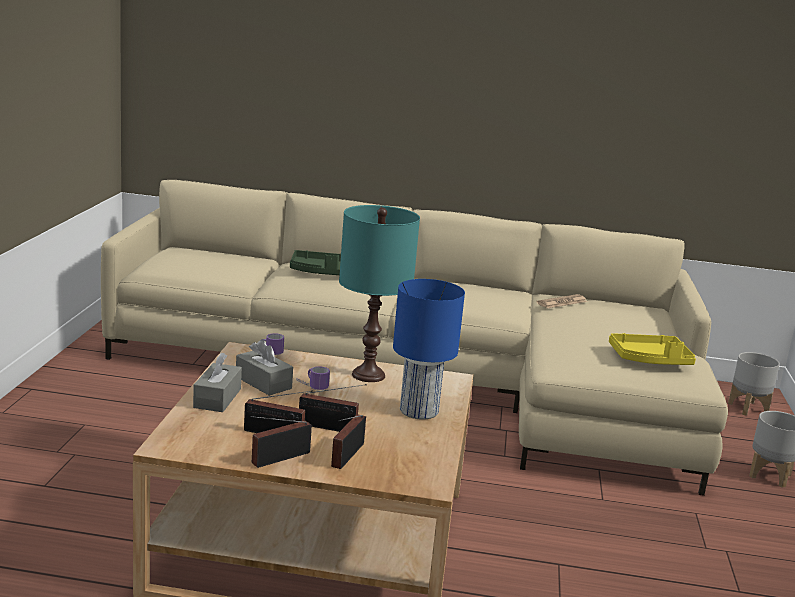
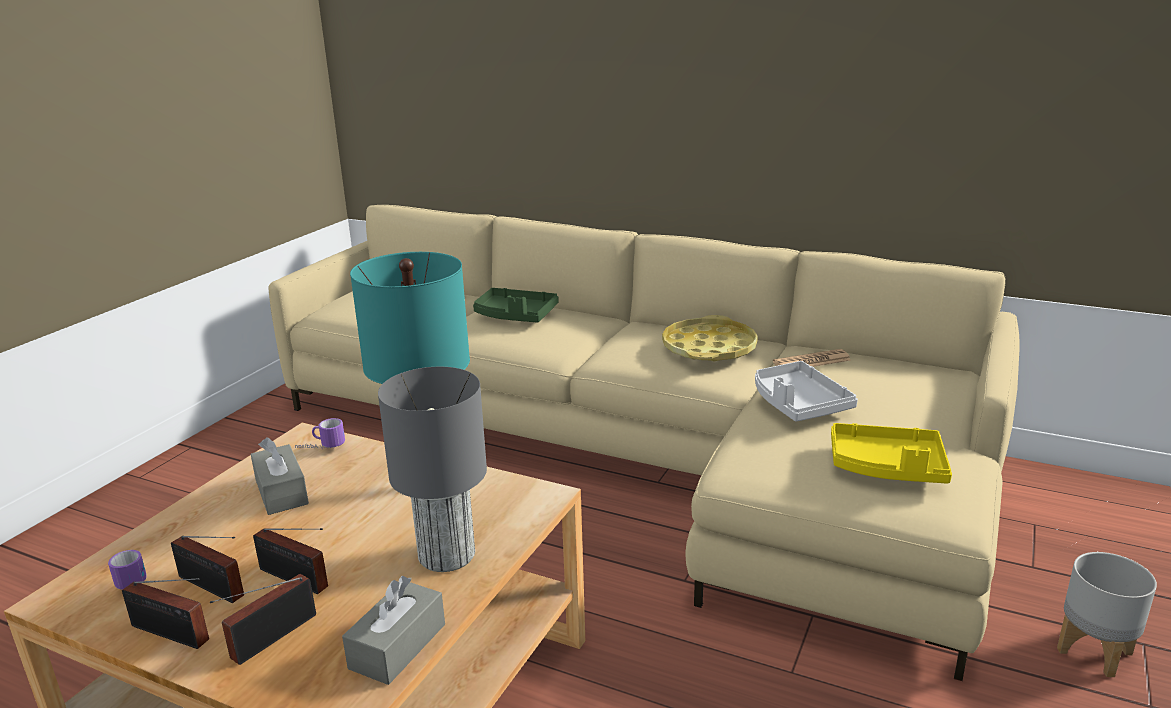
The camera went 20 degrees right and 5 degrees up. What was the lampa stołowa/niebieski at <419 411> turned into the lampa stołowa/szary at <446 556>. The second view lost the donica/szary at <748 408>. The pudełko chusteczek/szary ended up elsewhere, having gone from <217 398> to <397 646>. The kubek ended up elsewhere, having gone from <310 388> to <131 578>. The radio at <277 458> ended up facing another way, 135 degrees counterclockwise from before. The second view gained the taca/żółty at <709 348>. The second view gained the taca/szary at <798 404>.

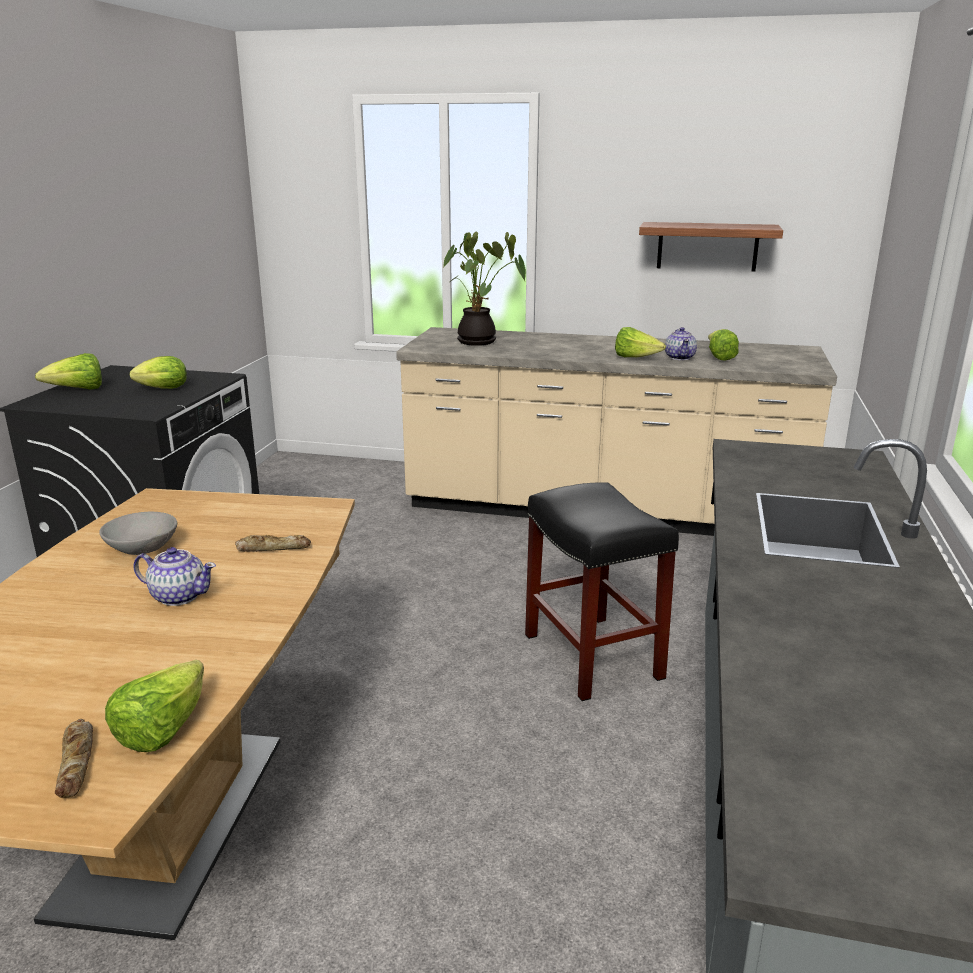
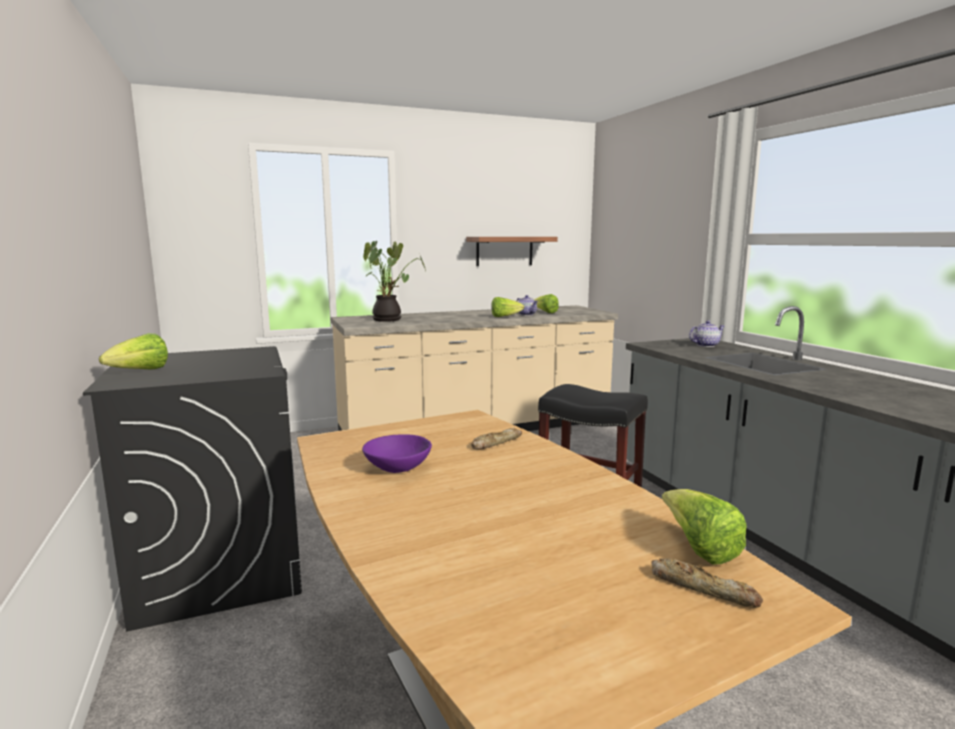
The camera went 35 degrees left and 10 degrees down. The second view lost the sałata at <160 389>. What was the miska/szary at <142 549> turned into the miska/fioletowy at <398 468>. The imbryk ended up elsewhere, having gone from <179 596> to <705 345>.

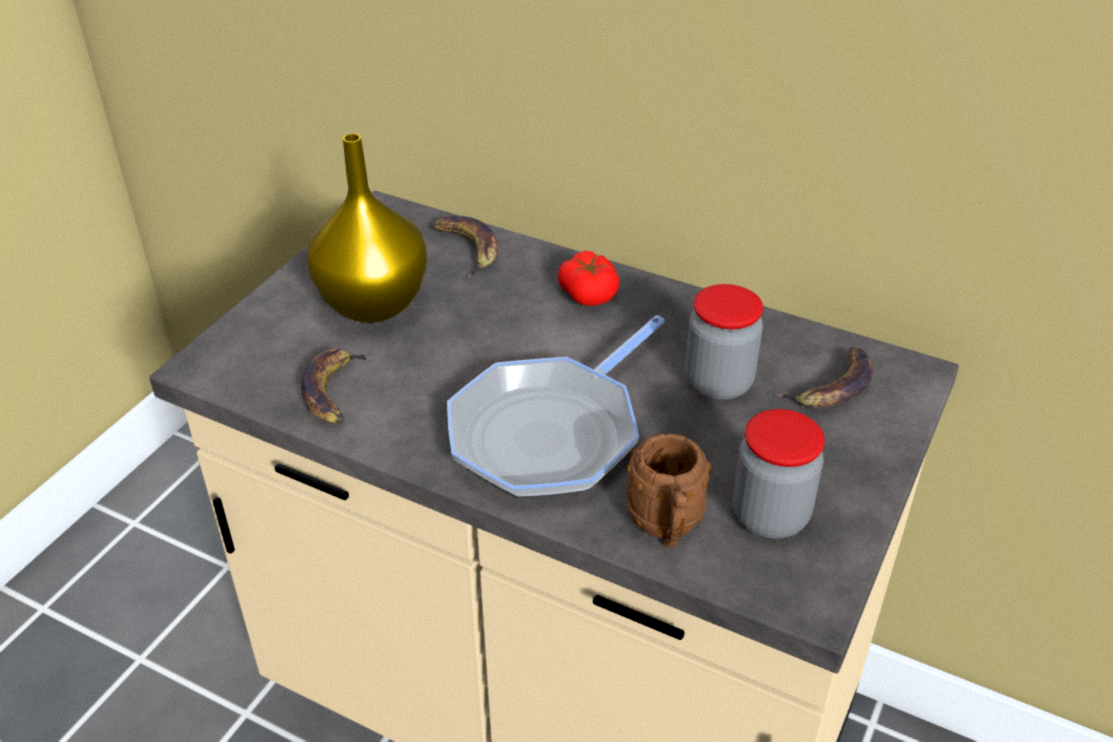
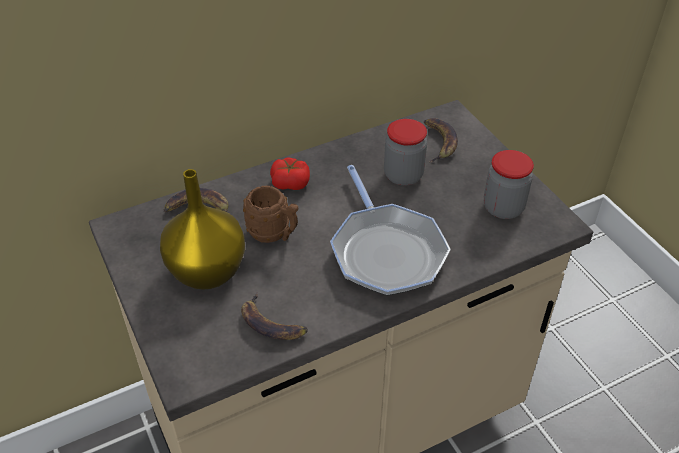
The camera went 55 degrees left and 5 degrees up. The kubek/brązowy ended up elsewhere, having gone from <666 527> to <274 234>.

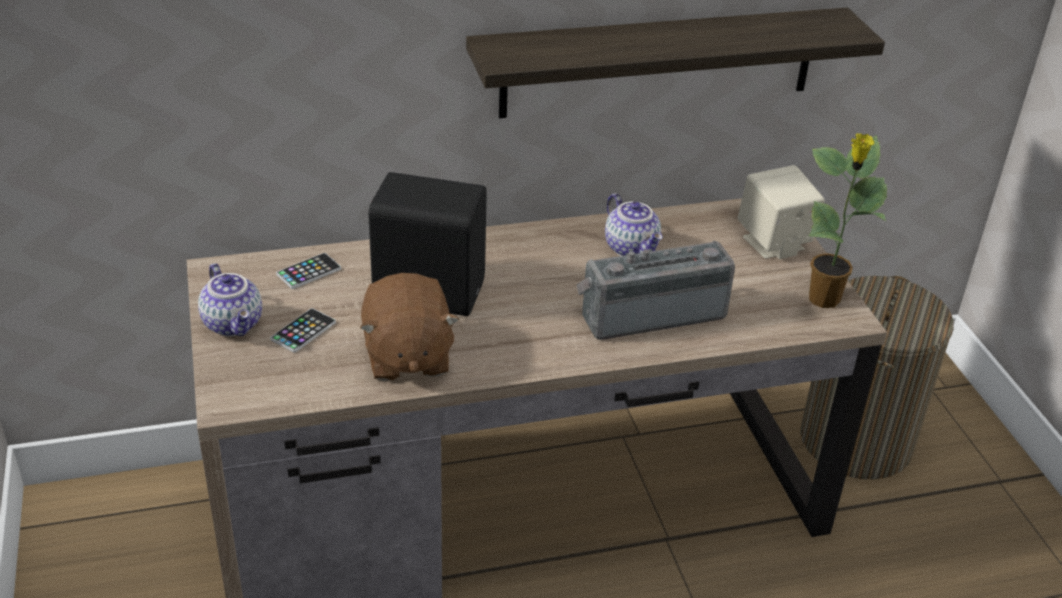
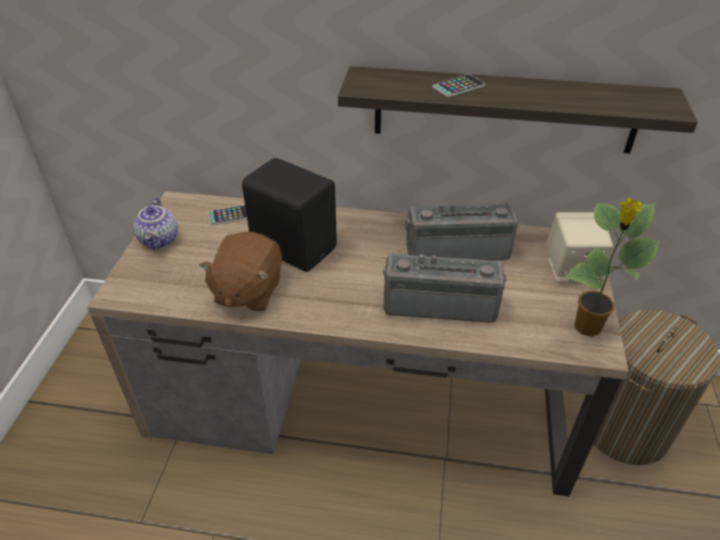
The camera went 25 degrees right and 5 degrees up. Where the imbryk stood at <632 248>, the radio came to stand at <456 249>. The telefon ended up elsewhere, having gone from <303 331> to <458 86>.

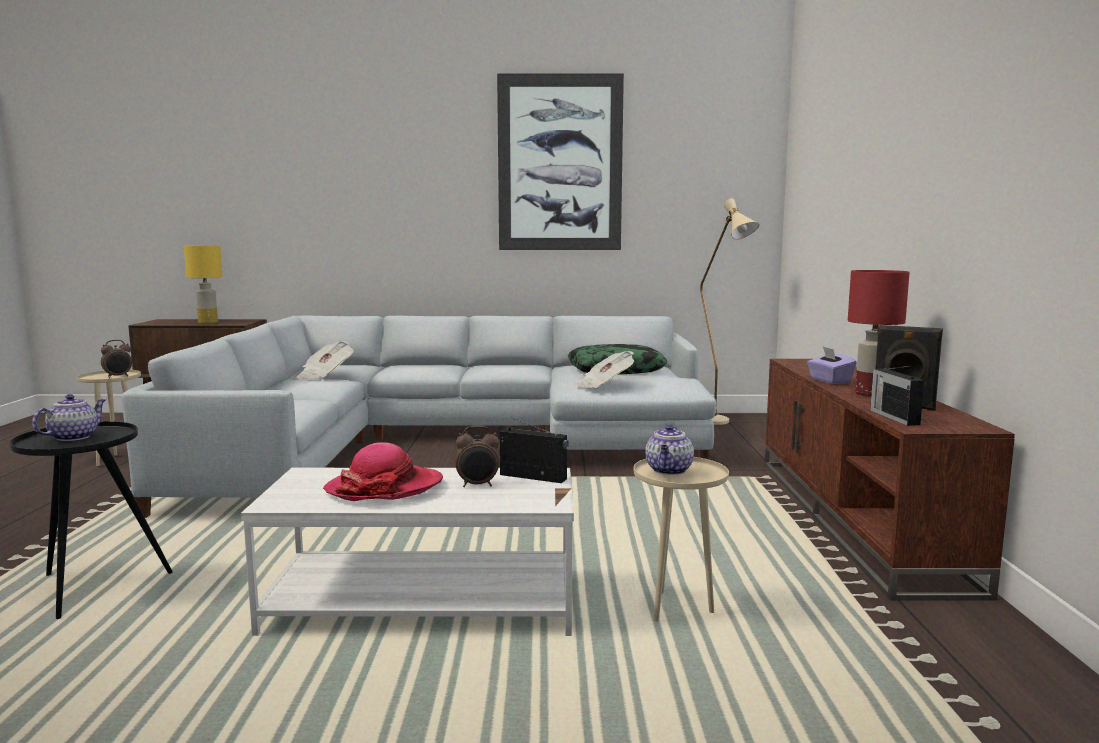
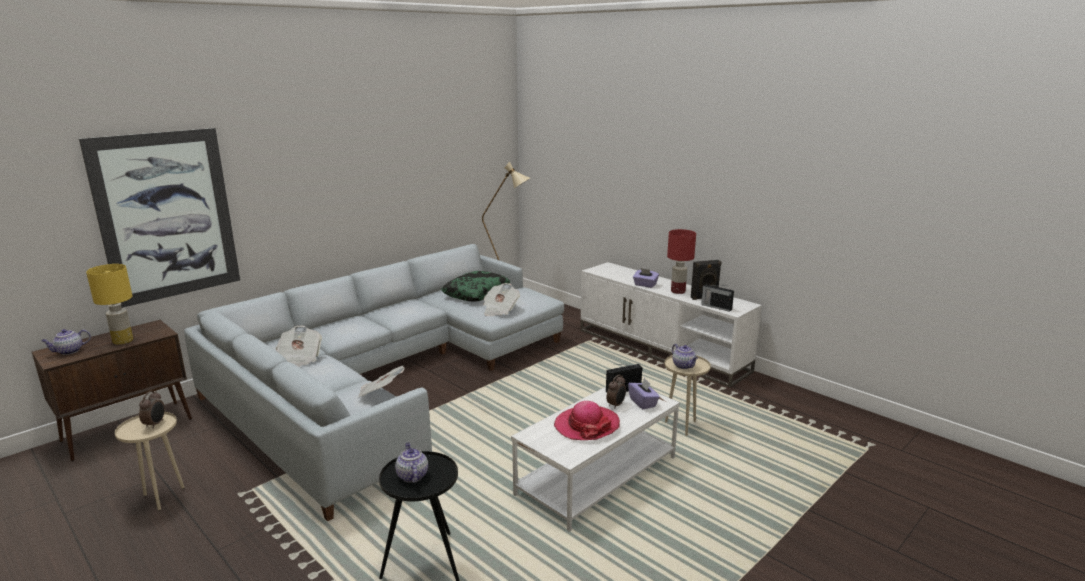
The camera went 45 degrees left and 10 degrees up. The obraz ended up elsewhere, having gone from <560 163> to <167 216>. What was the szafka pod telewizor/brązowy at <856 518> turned into the szafka pod telewizor/biały at <662 350>. The second view gained the imbryk at <69 351>. The second view gained the gazeta at <381 393>. The second view gained the pudełko chusteczek/fioletowy at <643 402>.

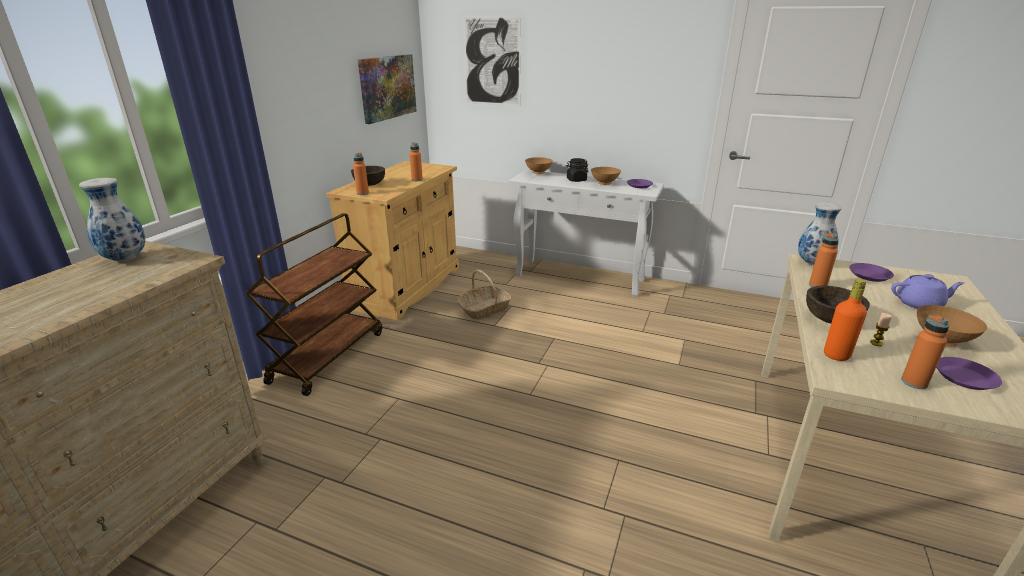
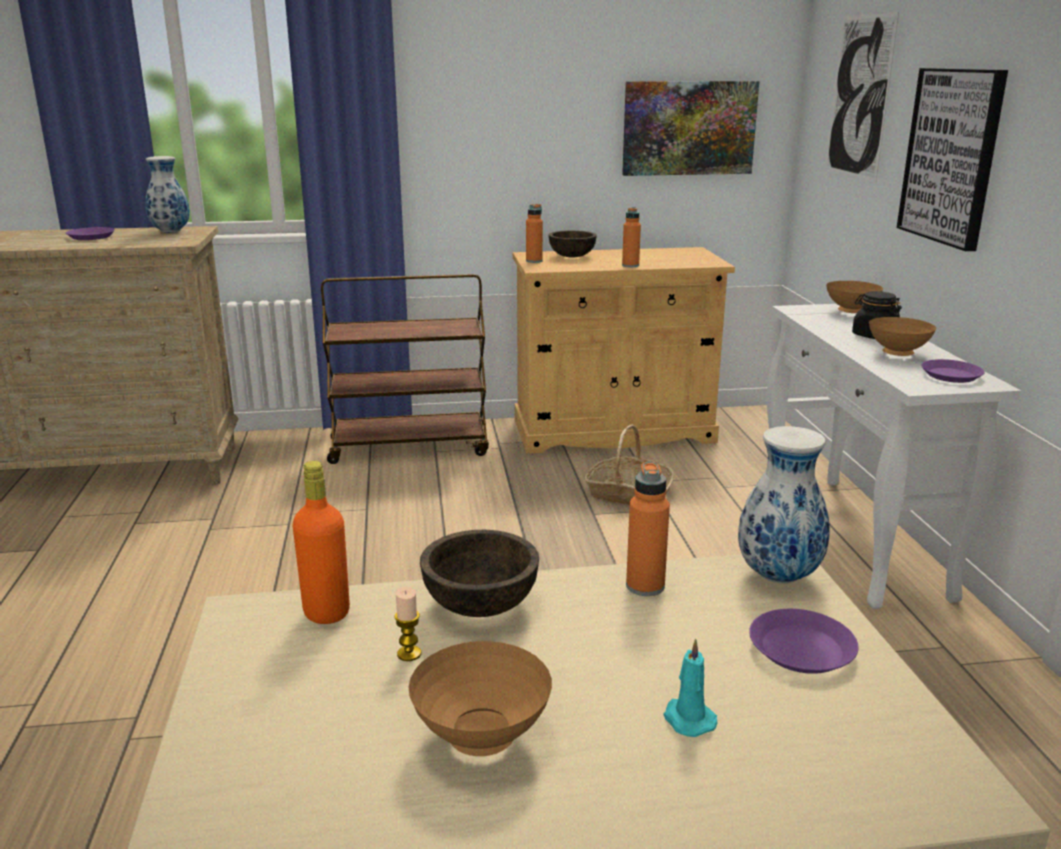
The camera went 60 degrees right and 5 degrees down. Where the imbryk/fioletowy stood at <920 304>, the świeca/turkusowy came to stand at <687 719>. The second view lost the butelka/pomarańczowy at <914 382>. The talerz/fioletowy ended up elsewhere, having gone from <965 378> to <91 237>. The second view gained the obraz at <952 156>.

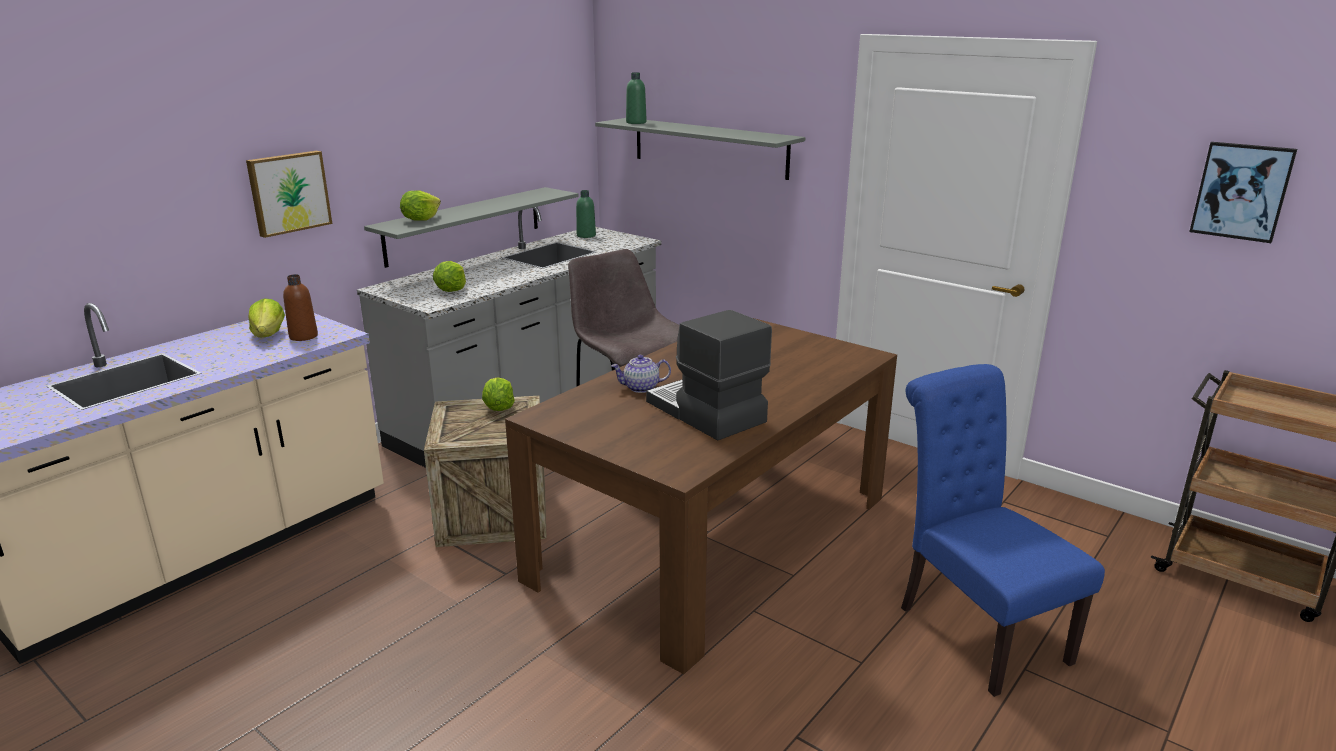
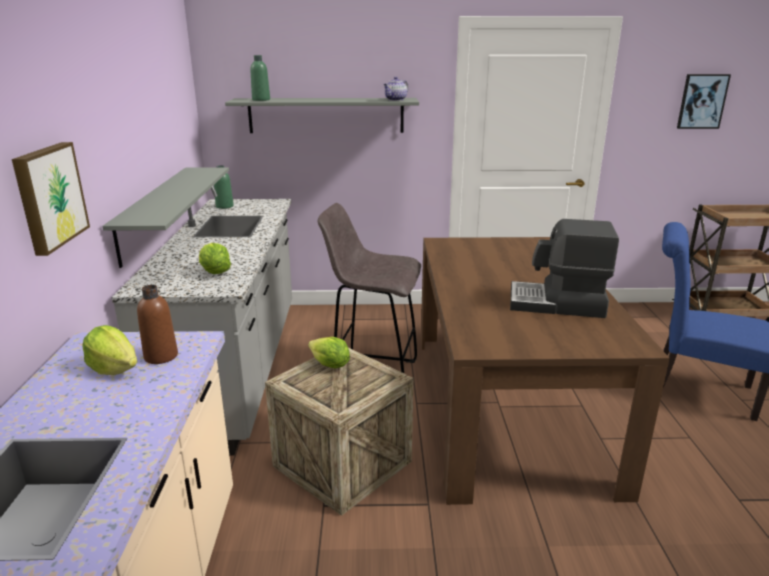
The camera went 40 degrees left and 0 degrees up. The second view lost the sałata at <420 219>. The imbryk ended up elsewhere, having gone from <641 388> to <396 100>.

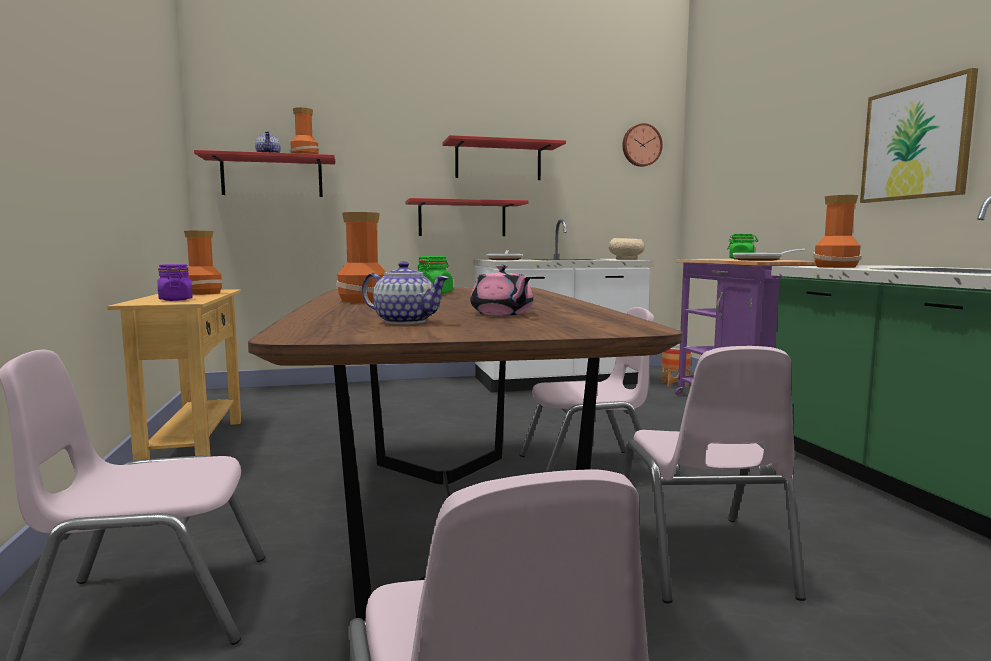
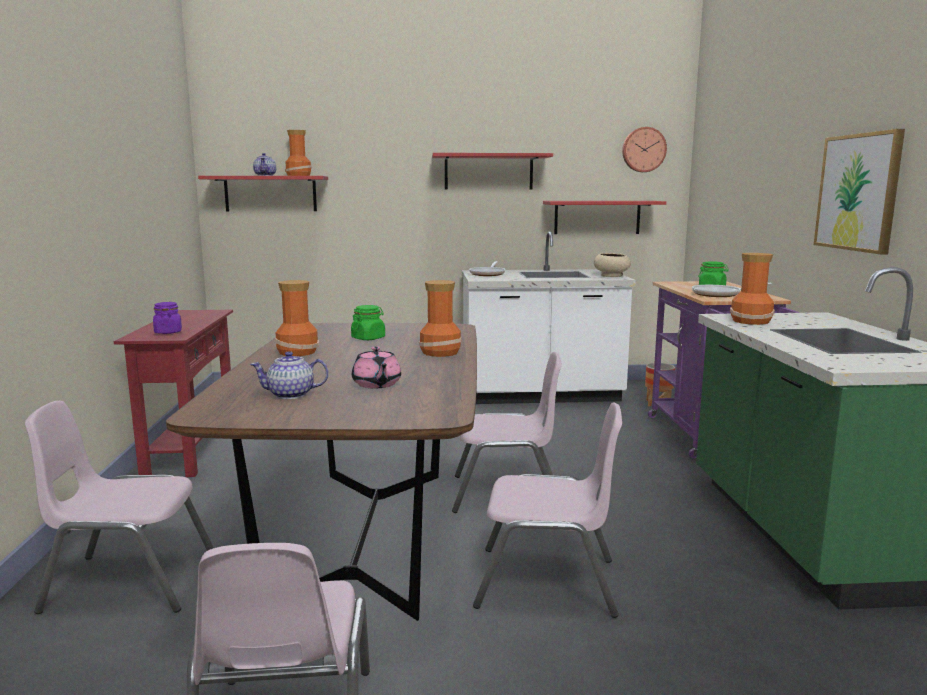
The camera went 10 degrees right and 5 degrees up. The półka/czerwony ended up elsewhere, having gone from <462 219> to <597 217>. The wazon ended up elsewhere, having gone from <203 293> to <440 352>. The imbryk at <404 321> ended up facing another way, 135 degrees clockwise from before. What was the stolik konsolowy/beżowy at <195 447> turned into the stolik konsolowy/czerwony at <191 448>. The krzesło/różowy at <700 557> ended up facing another way, 90 degrees counterclockwise from before.

